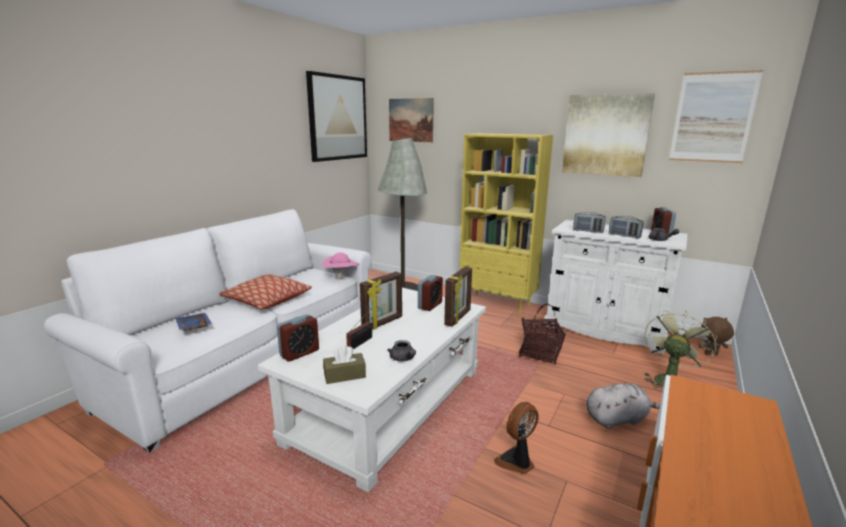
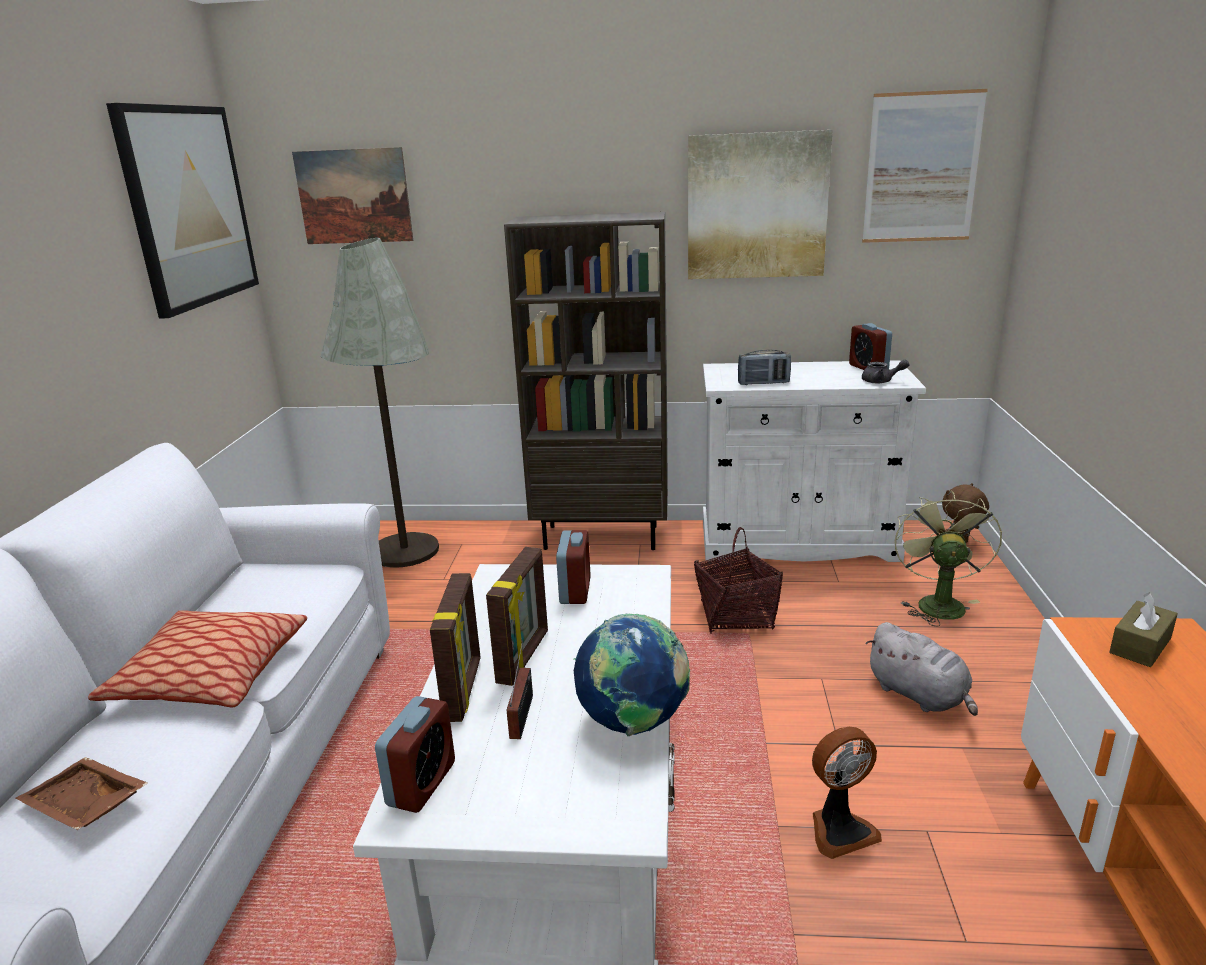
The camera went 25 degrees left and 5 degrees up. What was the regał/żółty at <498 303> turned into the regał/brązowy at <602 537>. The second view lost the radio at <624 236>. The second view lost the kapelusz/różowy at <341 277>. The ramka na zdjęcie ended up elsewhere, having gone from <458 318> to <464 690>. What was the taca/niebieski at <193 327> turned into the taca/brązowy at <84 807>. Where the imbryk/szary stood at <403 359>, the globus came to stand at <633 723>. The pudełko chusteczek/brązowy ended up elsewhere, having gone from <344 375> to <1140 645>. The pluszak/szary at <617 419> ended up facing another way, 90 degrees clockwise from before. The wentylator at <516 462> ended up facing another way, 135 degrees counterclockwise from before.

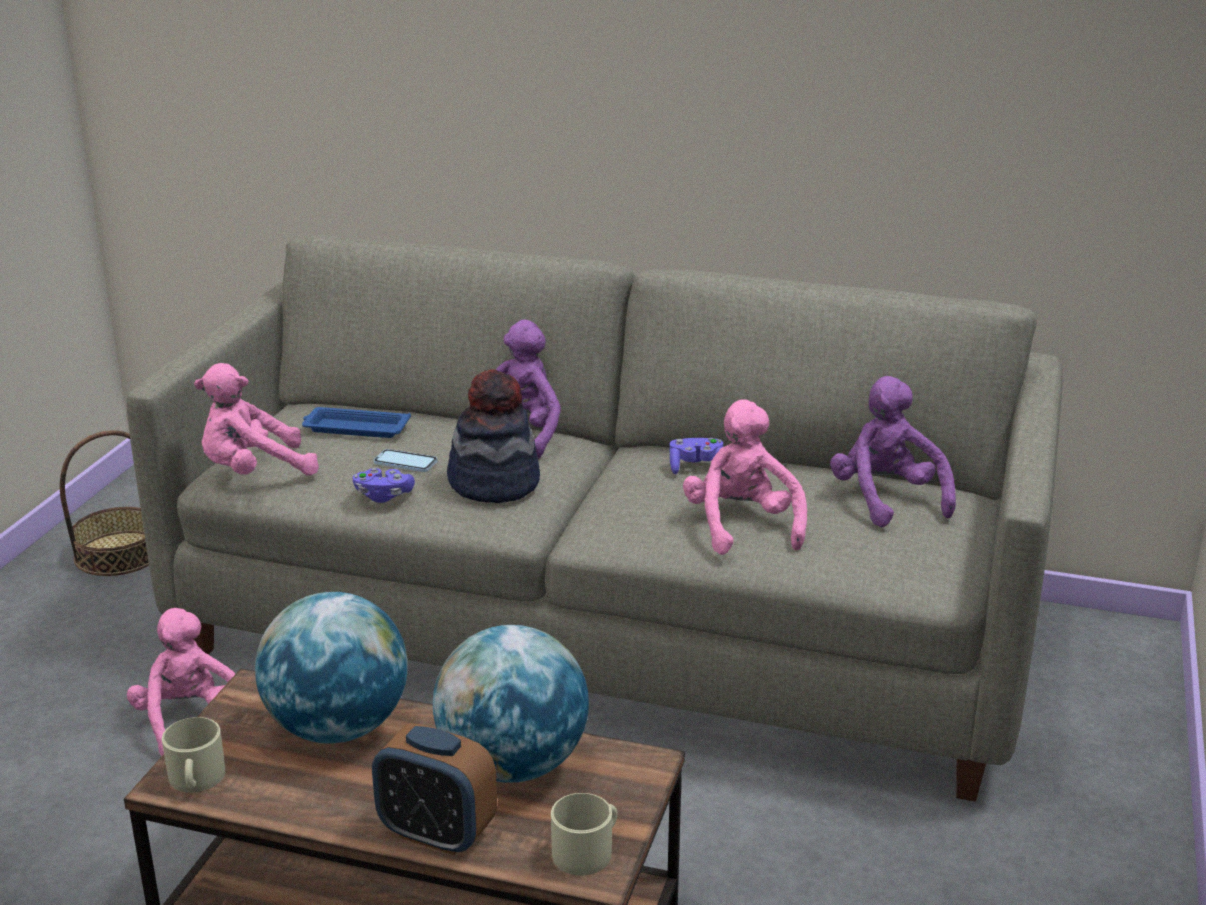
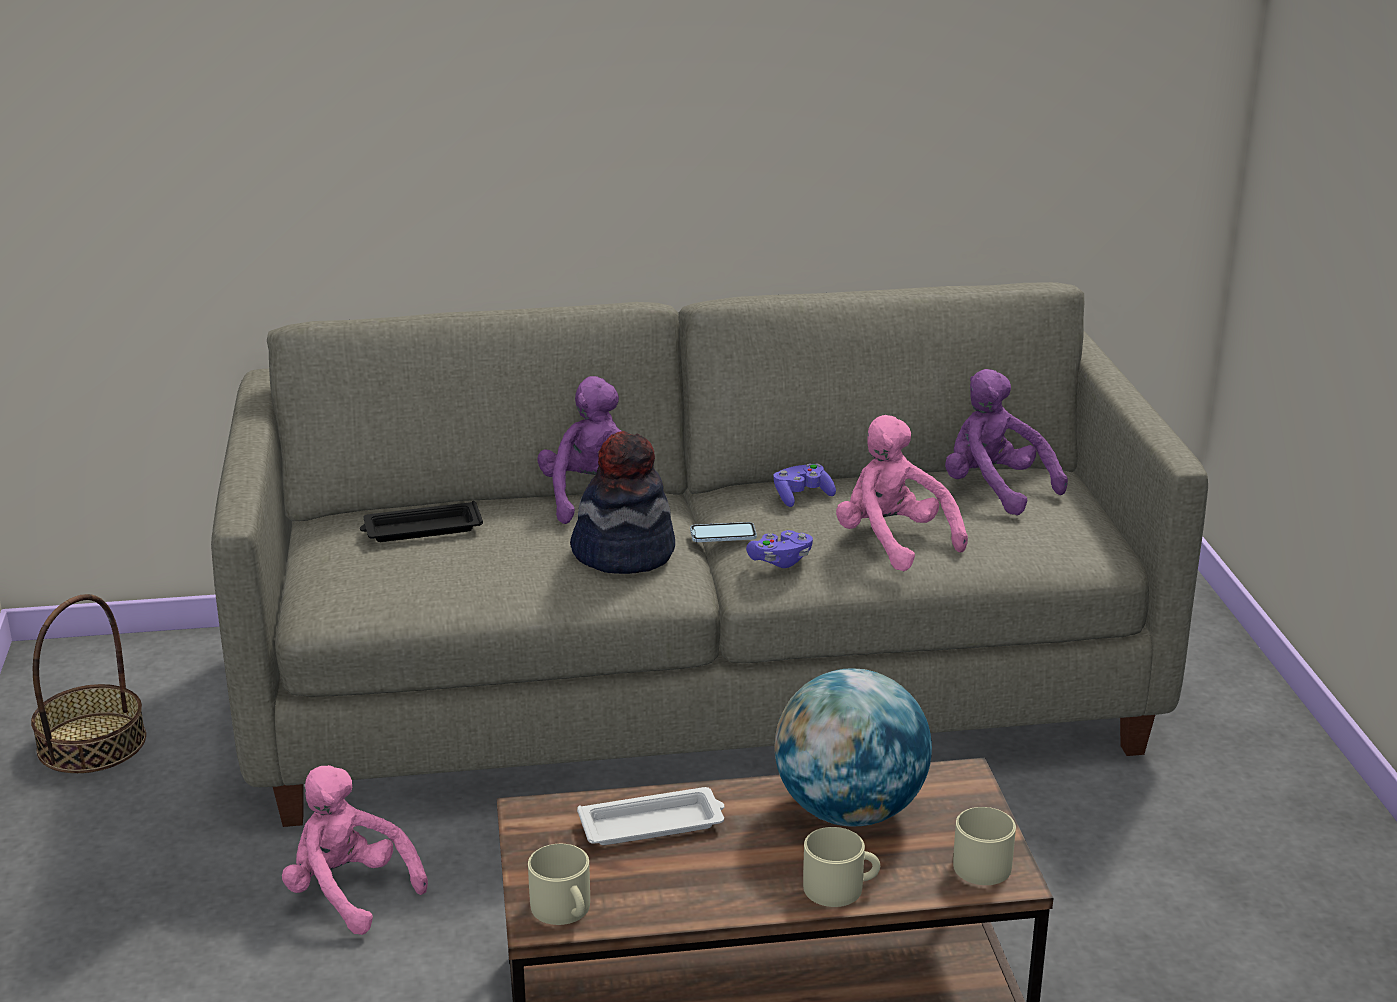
The camera went 25 degrees left and 0 degrees up. The second view lost the pluszak/różowy at <254 472>. What was the taca/niebieski at <355 428> turned into the taca/czarny at <420 529>. The telefon ended up elsewhere, having gone from <405 463> to <723 534>. The pad do gier/fioletowy ended up elsewhere, having gone from <383 496> to <780 561>. Where the globus stood at <338 727>, the taca/biały came to stand at <654 824>. Where the budzik stood at <437 833>, the kubek/beżowy came to stand at <841 888>.

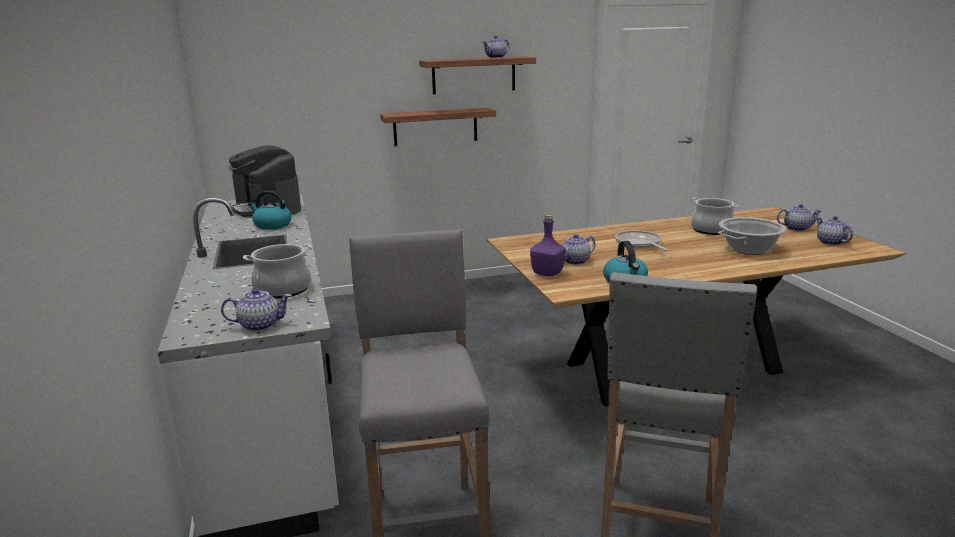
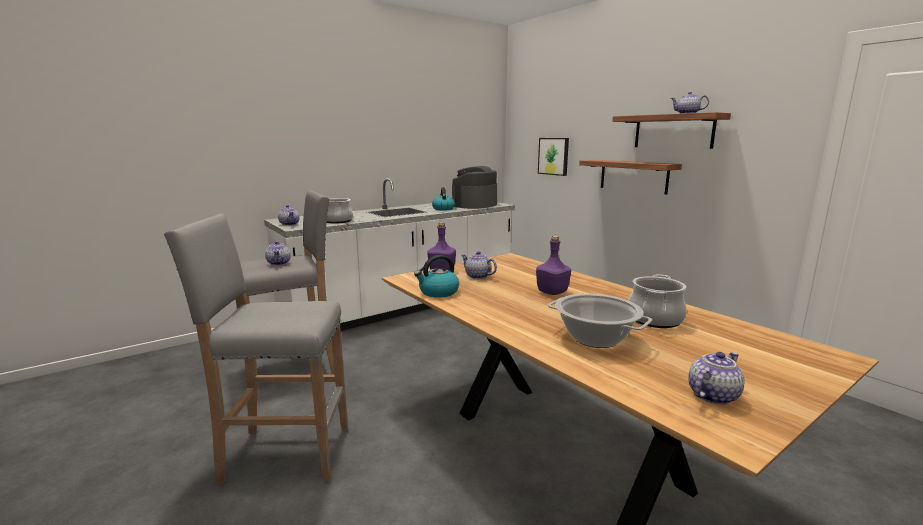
The camera went 70 degrees right and 5 degrees down. The imbryk ended up elsewhere, having gone from <797 228> to <279 263>. Where the patelnia stood at <639 244>, the butelka/fioletowy came to stand at <551 292>. The second view gained the obraz at <554 156>.

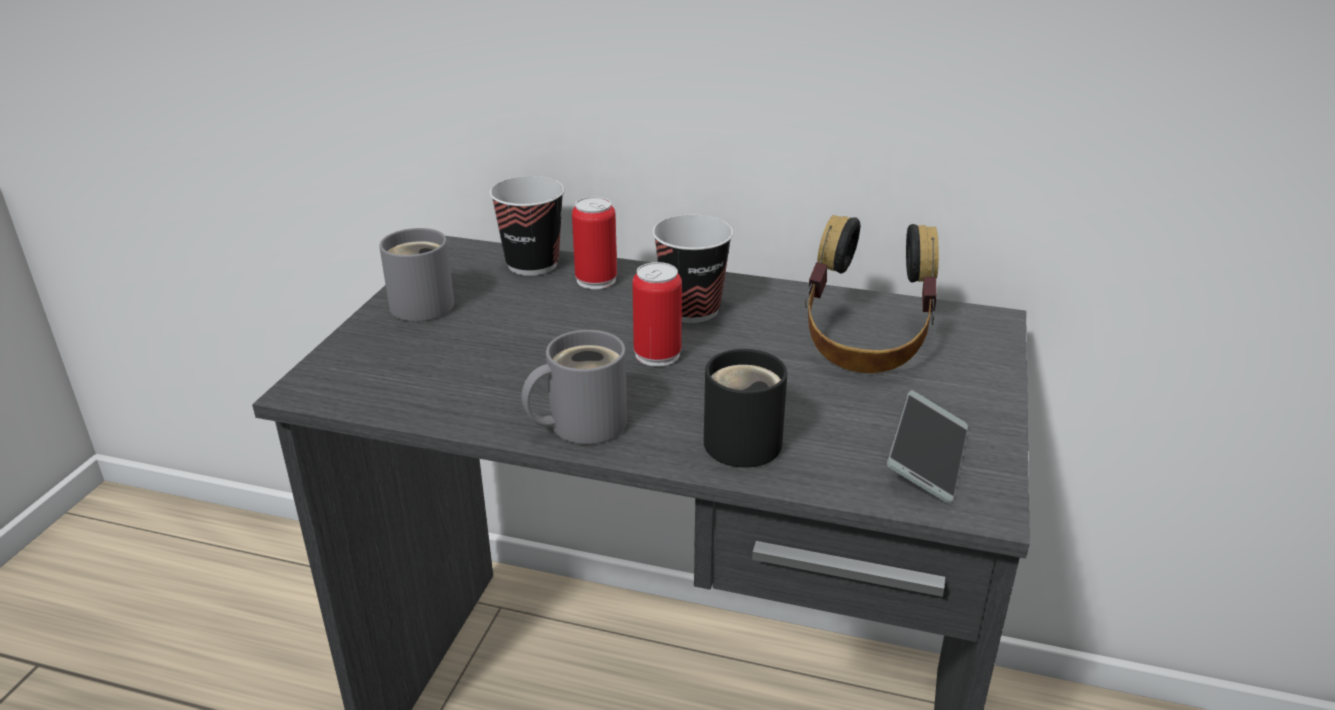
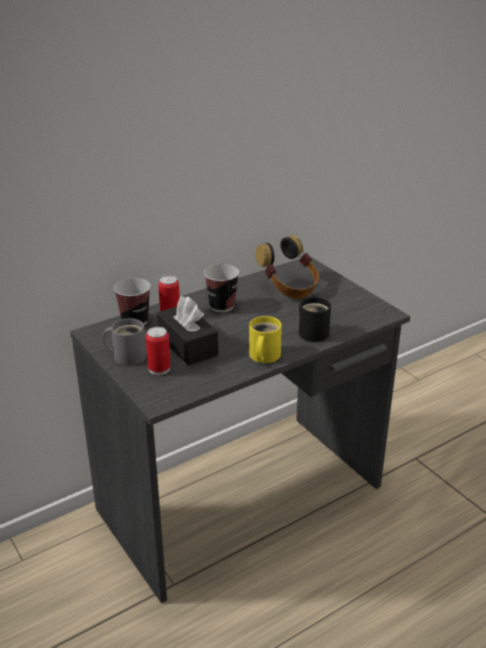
The camera went 50 degrees left and 0 degrees up. The puszka ended up elsewhere, having gone from <657 354> to <159 369>. What was the kubek/szary at <580 423> turned into the kubek/żółty at <262 356>. The second view lost the telefon at <927 457>. The second view gained the pudełko chusteczek/czarny at <187 345>.

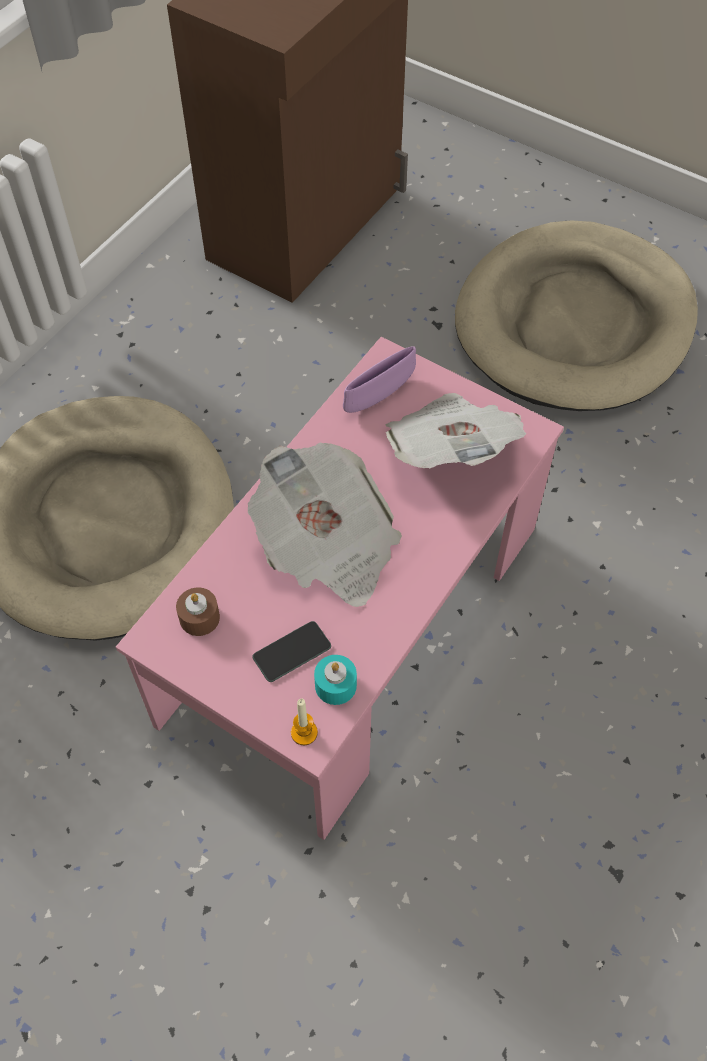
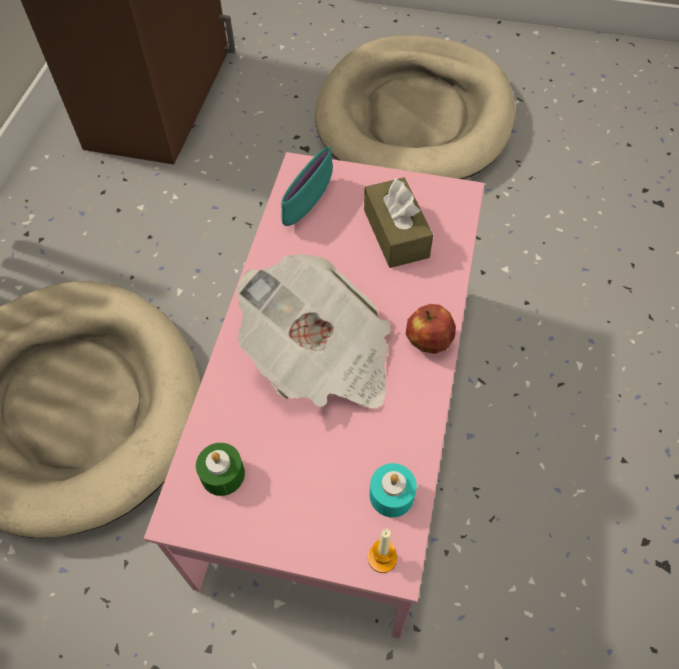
The camera went 20 degrees left and 0 degrees up. What was the miska/fioletowy at <379 395> turned into the miska/turkusowy at <308 203>. Where the gazeta stood at <450 451>, the pudełko chusteczek/brązowy came to stand at <396 233>. What was the świeca/brązowy at <199 618> turned into the świeca/zielony at <222 474>. The second view lost the telefon at <292 652>. The second view gained the jabłko at <428 341>.

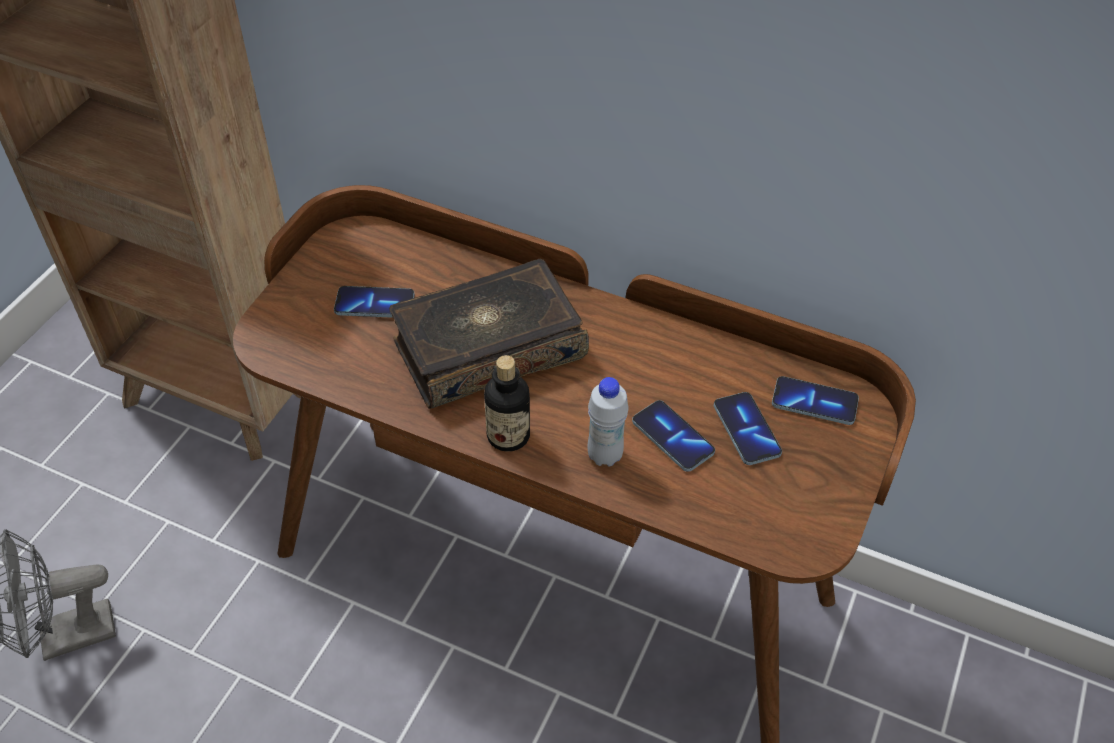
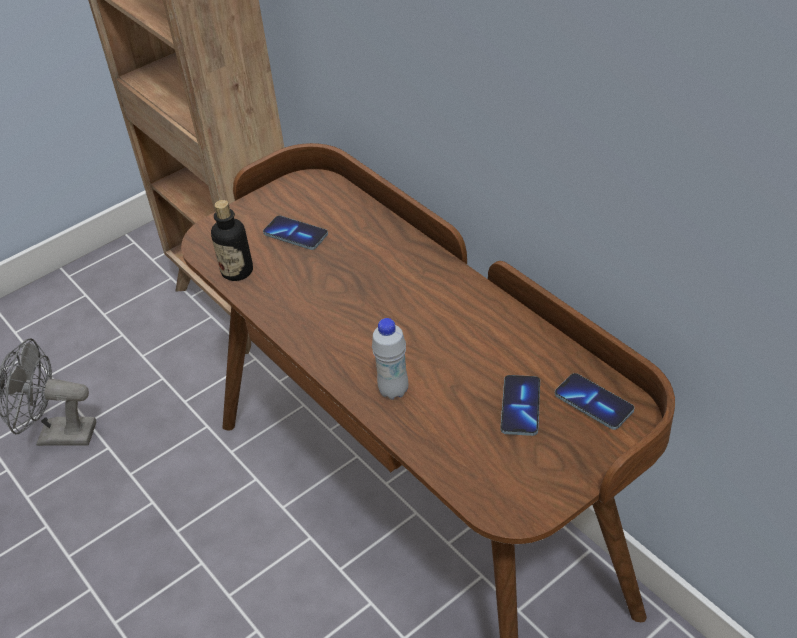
The camera went 30 degrees right and 5 degrees down. The second view lost the książka at <488 348>. The butelka ended up elsewhere, having gone from <508 436> to <237 271>. The second view lost the telefon at <672 437>.

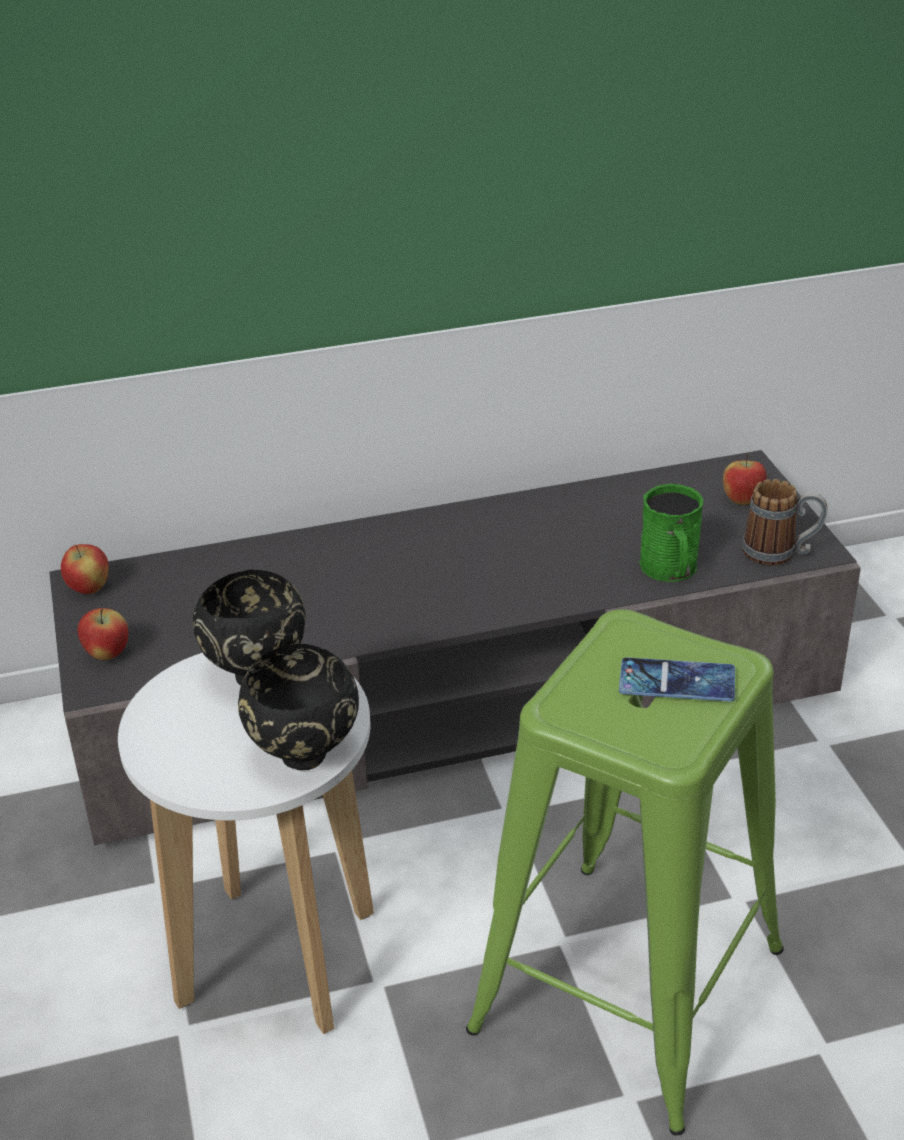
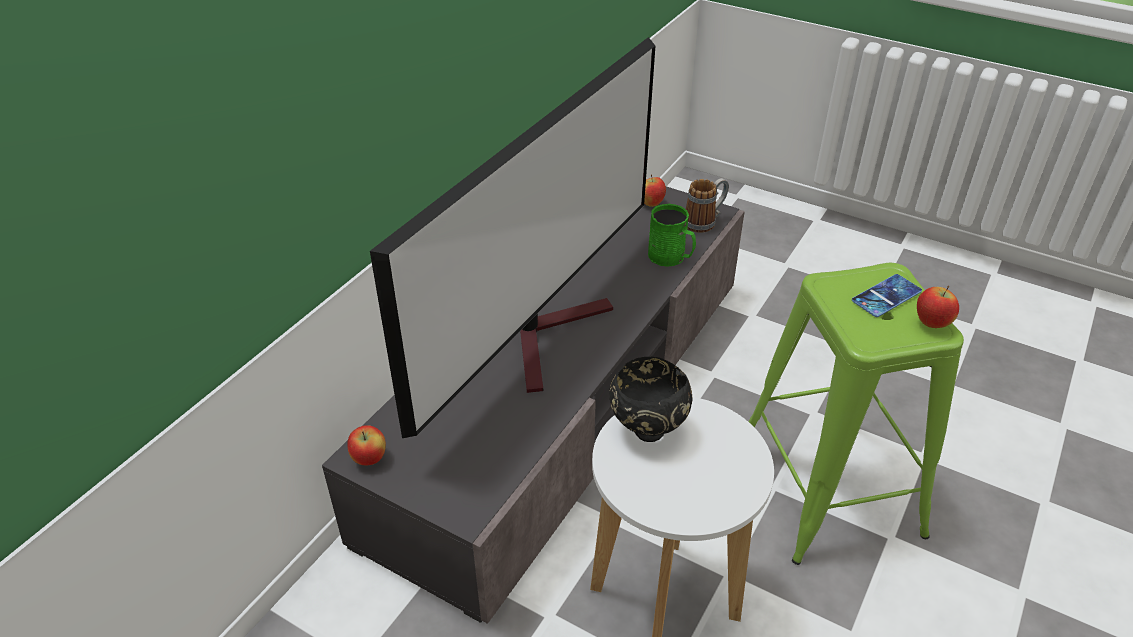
The camera went 45 degrees left and 5 degrees up. The jabłko ended up elsewhere, having gone from <107 654> to <931 323>. The second view lost the miska/czarny at <304 758>. The second view gained the telewizor at <550 334>.

